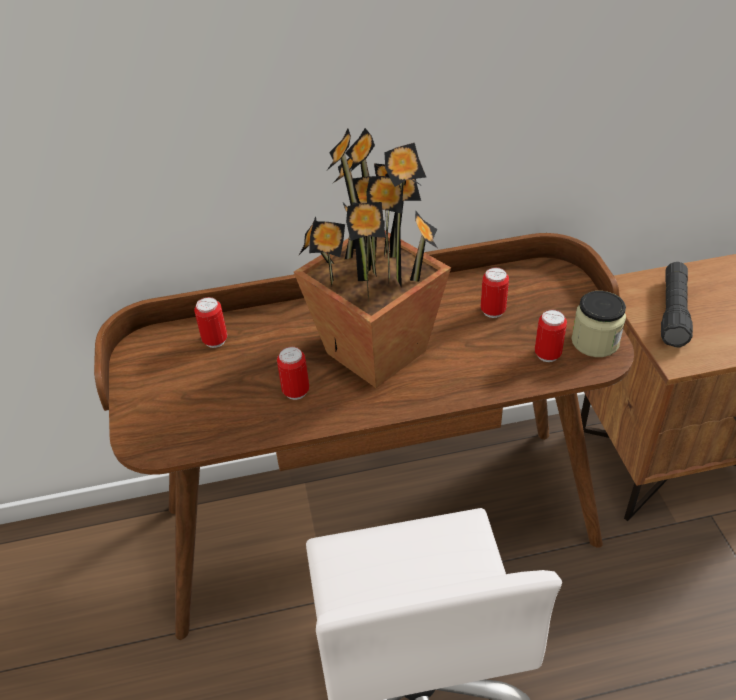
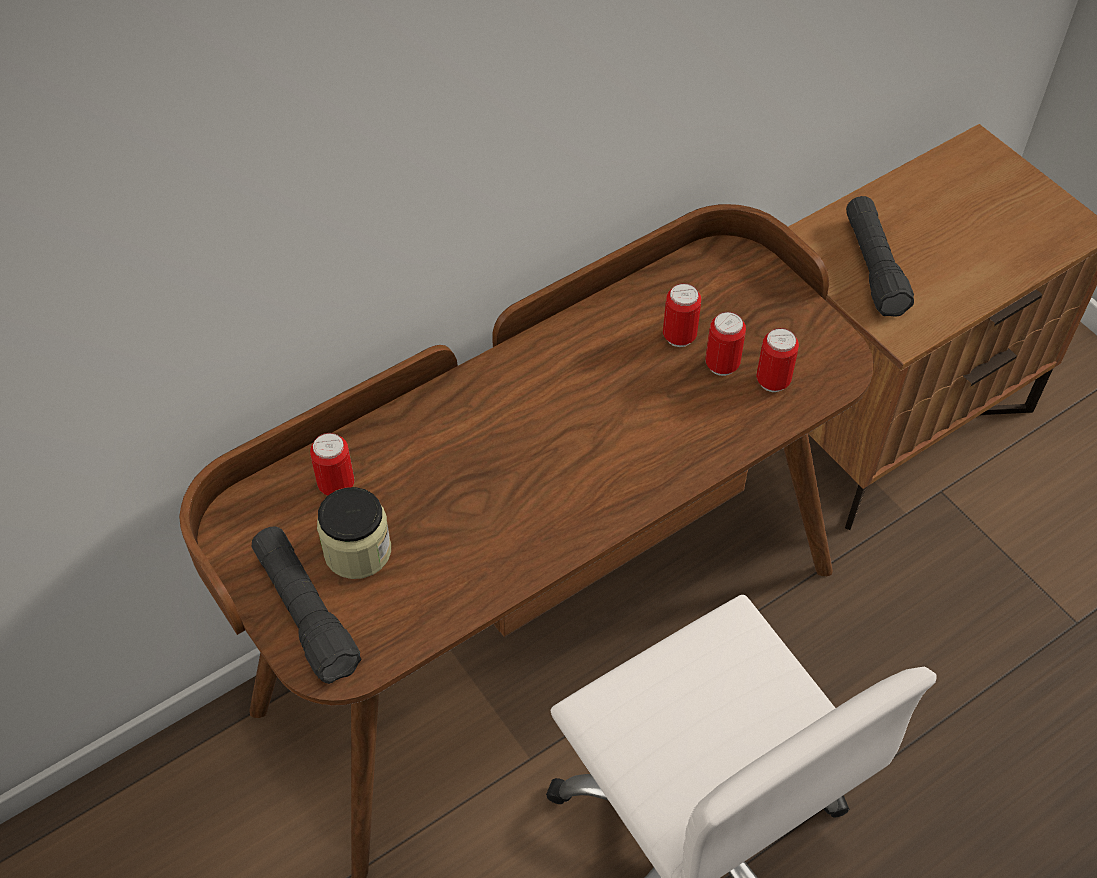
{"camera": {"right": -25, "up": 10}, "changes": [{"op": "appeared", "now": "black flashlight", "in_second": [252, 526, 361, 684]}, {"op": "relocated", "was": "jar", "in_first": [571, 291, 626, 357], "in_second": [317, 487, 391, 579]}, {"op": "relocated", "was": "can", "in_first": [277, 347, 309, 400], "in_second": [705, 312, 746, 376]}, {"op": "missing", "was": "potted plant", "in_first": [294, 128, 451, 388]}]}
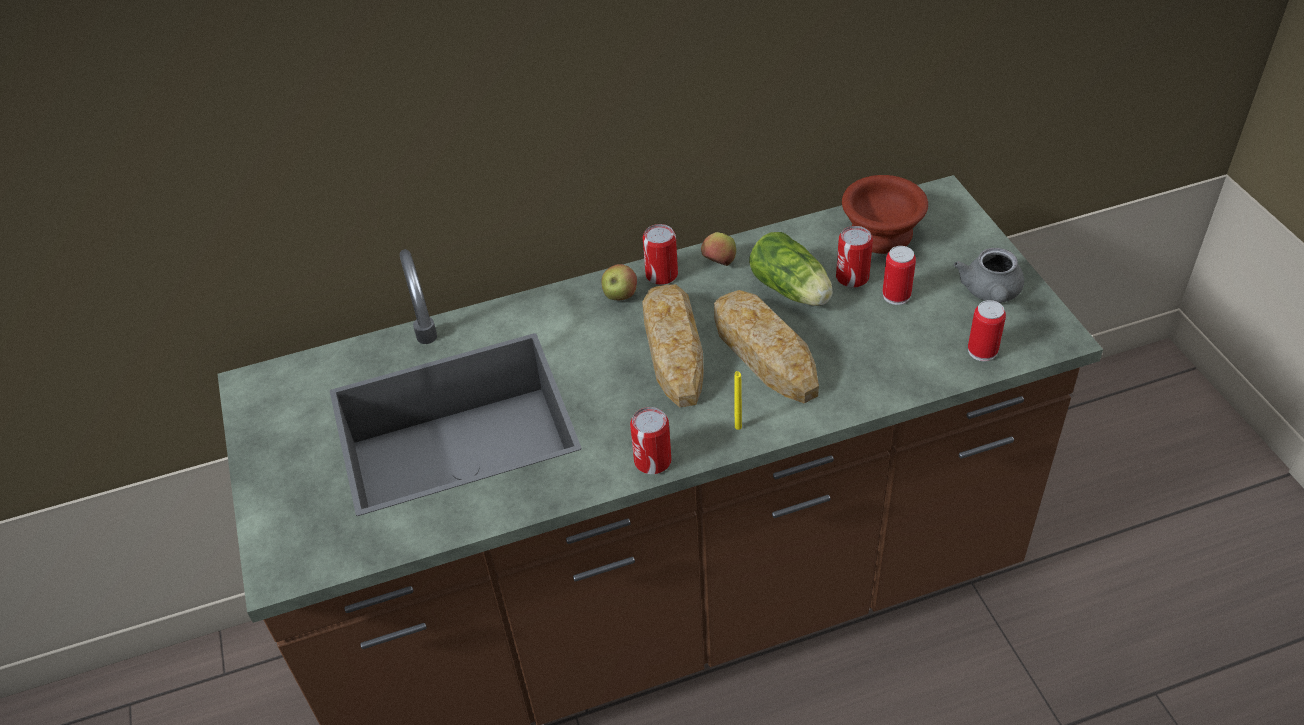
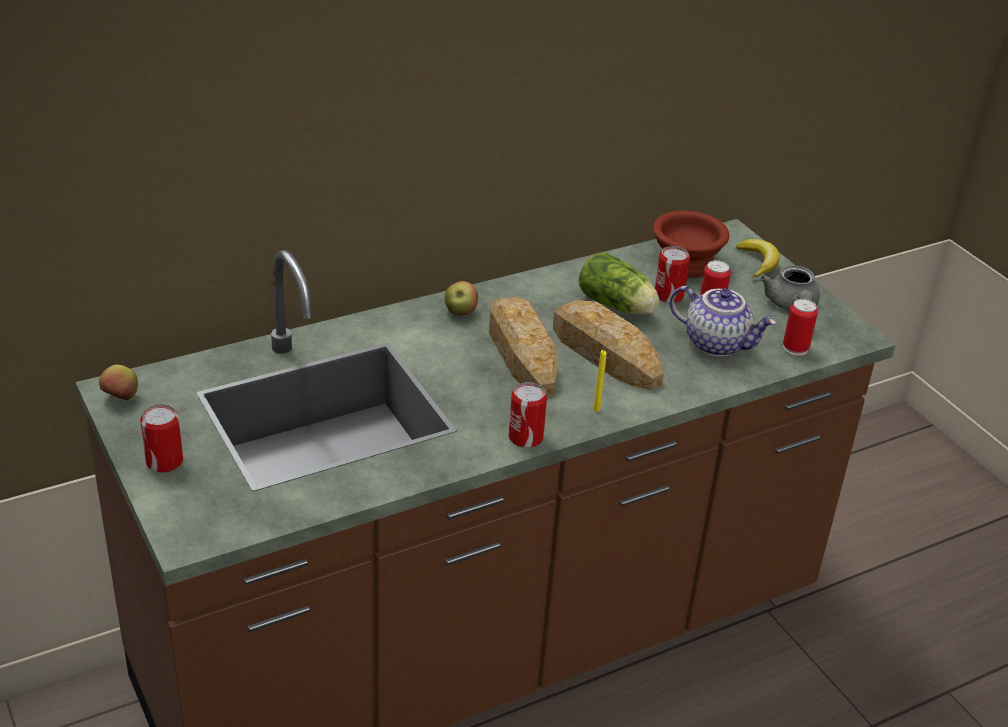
{"camera": {"right": -15, "up": -10}, "changes": [{"op": "relocated", "was": "apple", "in_first": [701, 232, 736, 266], "in_second": [99, 364, 138, 400]}, {"op": "relocated", "was": "can", "in_first": [643, 224, 678, 285], "in_second": [140, 404, 183, 473]}, {"op": "appeared", "now": "teapot", "in_second": [670, 286, 776, 357]}, {"op": "appeared", "now": "banana", "in_second": [736, 239, 779, 278]}]}
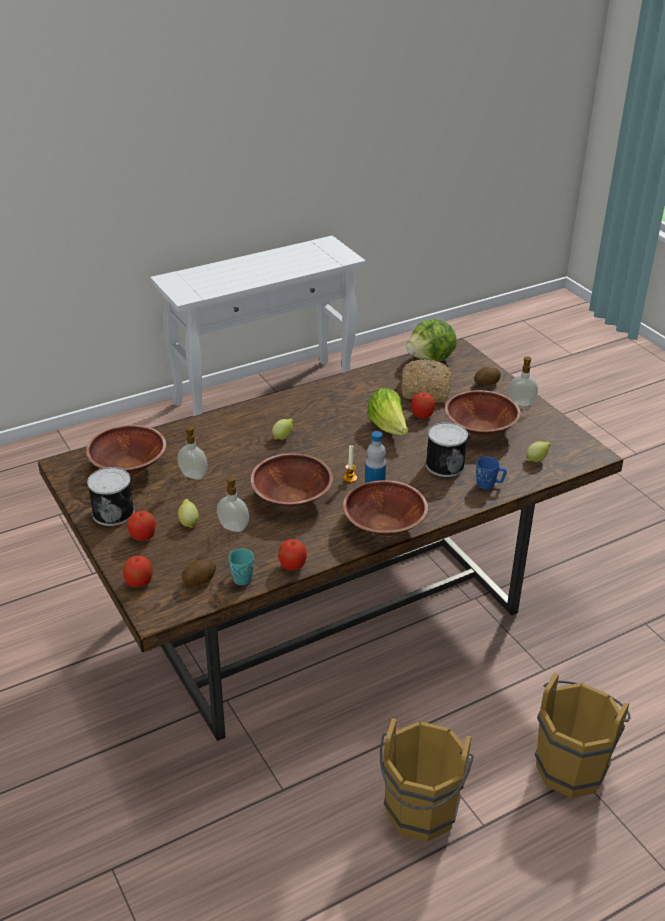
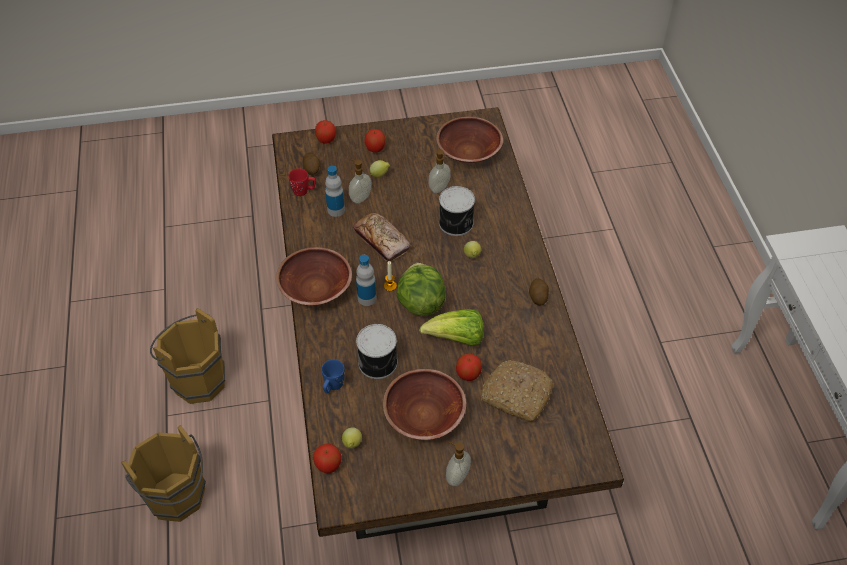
{"camera": {"right": 110, "up": 15}, "changes": [{"op": "colour", "was": "turquoise mug", "now": "red mug", "in_first": [228, 548, 254, 585], "in_second": [289, 168, 316, 196]}, {"op": "relocated", "was": "apple", "in_first": [278, 539, 307, 571], "in_second": [313, 444, 342, 473]}, {"op": "appeared", "now": "bottle", "in_second": [325, 166, 345, 217]}, {"op": "exchanged", "was": "brown bowl", "now": "bread", "in_first": [251, 453, 333, 507], "in_second": [353, 213, 411, 261]}, {"op": "relocated", "was": "lettuce", "in_first": [406, 319, 457, 362], "in_second": [396, 263, 446, 316]}, {"op": "relocated", "was": "can", "in_first": [87, 467, 134, 526], "in_second": [439, 186, 475, 236]}, {"op": "relocated", "was": "potato", "in_first": [474, 367, 501, 385], "in_second": [529, 278, 549, 306]}]}
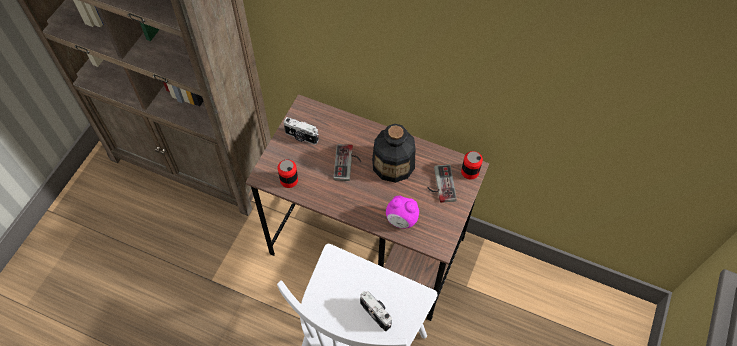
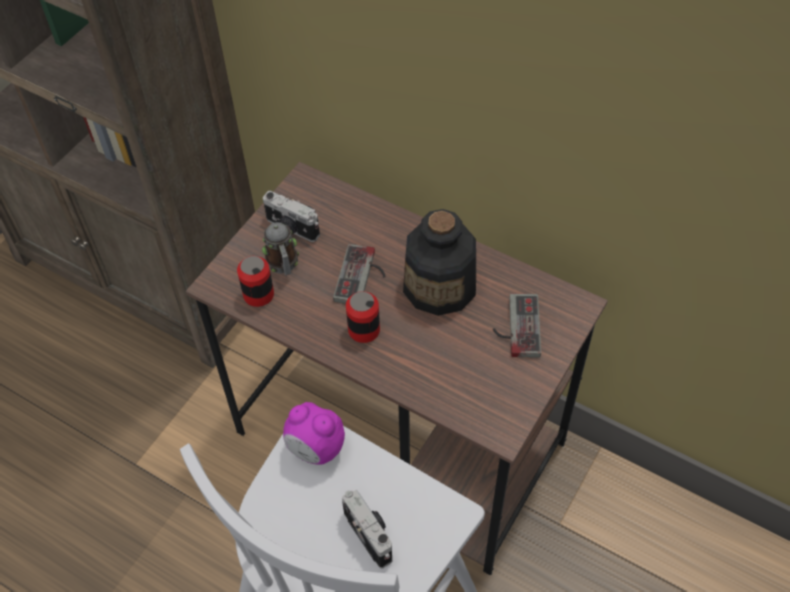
{"camera": {"right": 10, "up": -5}, "changes": [{"op": "appeared", "now": "mug", "in_second": [262, 222, 299, 275]}, {"op": "relocated", "was": "alarm clock", "in_first": [386, 196, 419, 228], "in_second": [283, 402, 345, 464]}, {"op": "relocated", "was": "can", "in_first": [461, 151, 483, 179], "in_second": [346, 291, 380, 343]}]}
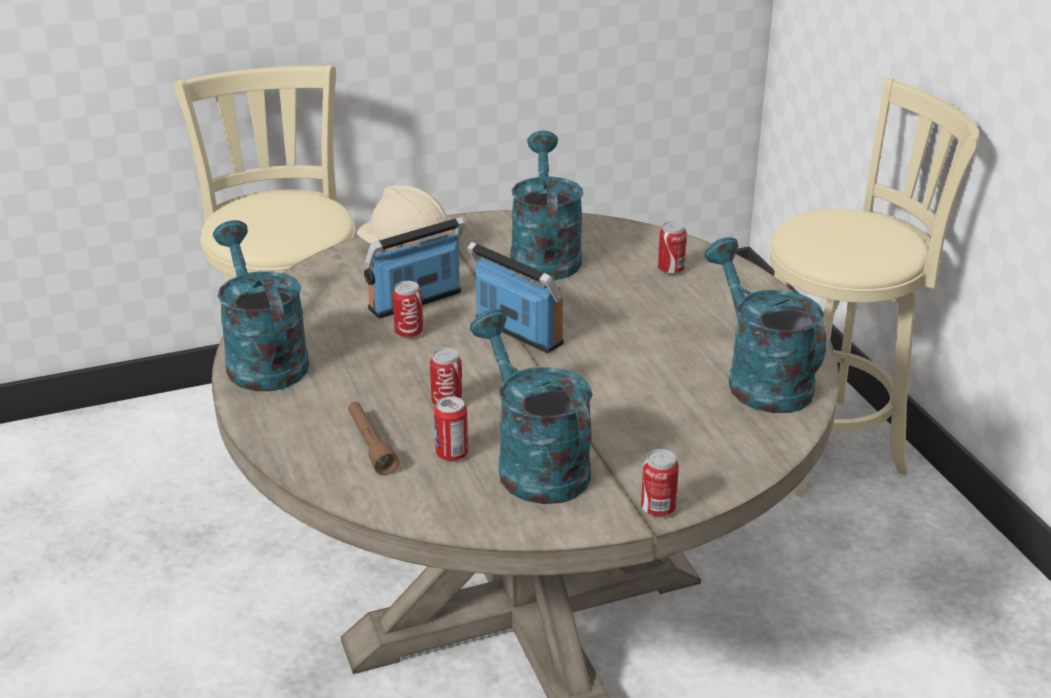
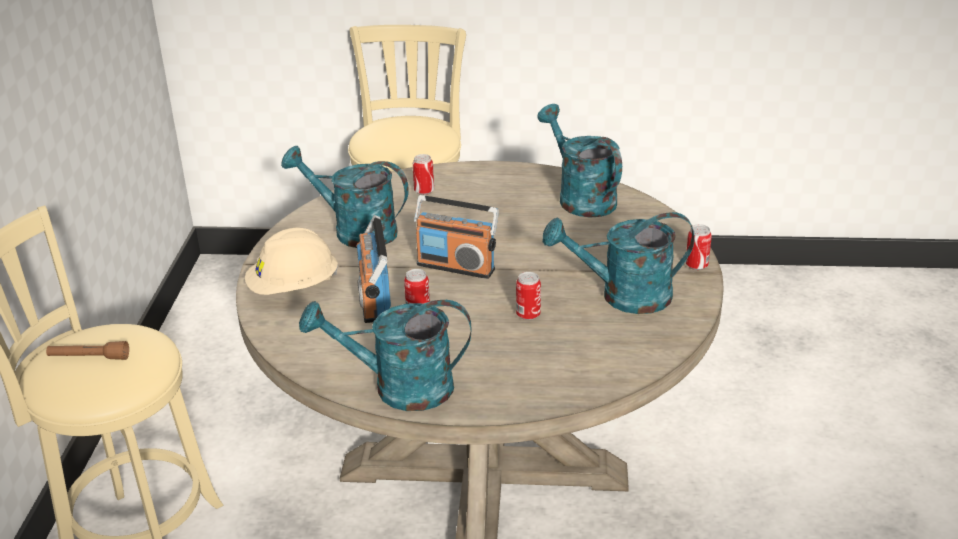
{"camera": {"right": -65, "up": 0}, "changes": [{"op": "relocated", "was": "brown flashlight", "in_first": [348, 402, 399, 475], "in_second": [46, 341, 129, 360]}, {"op": "spun", "was": "radio", "in_first": [467, 242, 564, 353], "in_second": [414, 195, 499, 279], "clockwise": -135}, {"op": "spun", "was": "turquoise watering can", "in_first": [705, 237, 826, 413], "in_second": [537, 104, 622, 218], "clockwise": 60}, {"op": "missing", "was": "can", "in_first": [434, 396, 468, 461]}]}
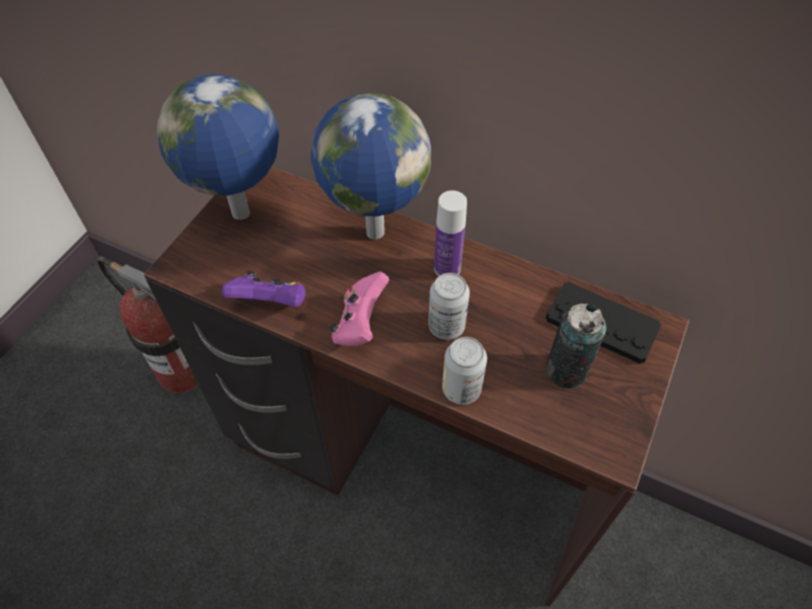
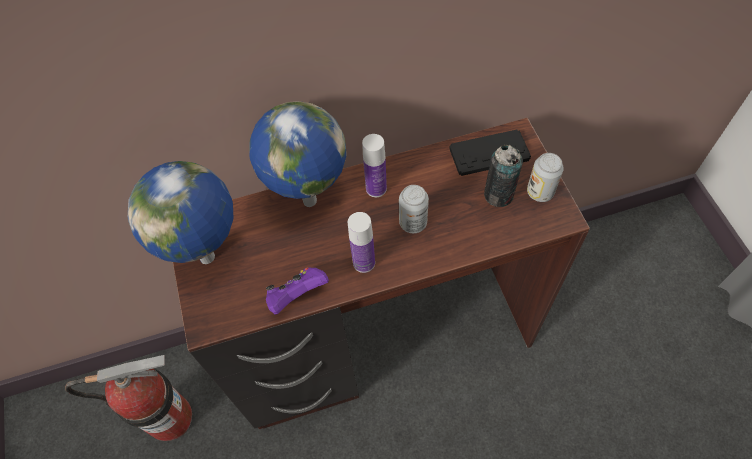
{"camera": {"right": -40, "up": 5}, "changes": [{"op": "exchanged", "was": "pink game controller", "now": "bottle", "in_first": [330, 272, 389, 346], "in_second": [348, 212, 375, 273]}, {"op": "relocated", "was": "can", "in_first": [442, 337, 487, 405], "in_second": [527, 153, 564, 202]}]}
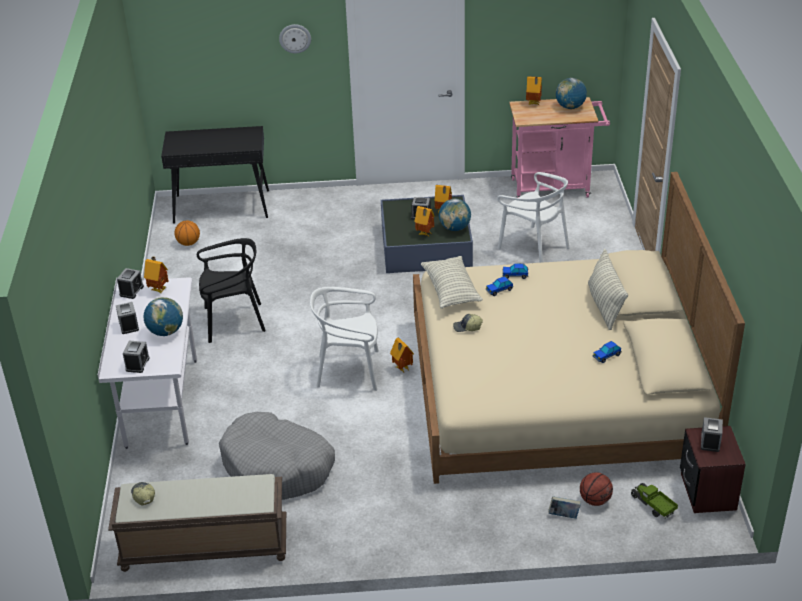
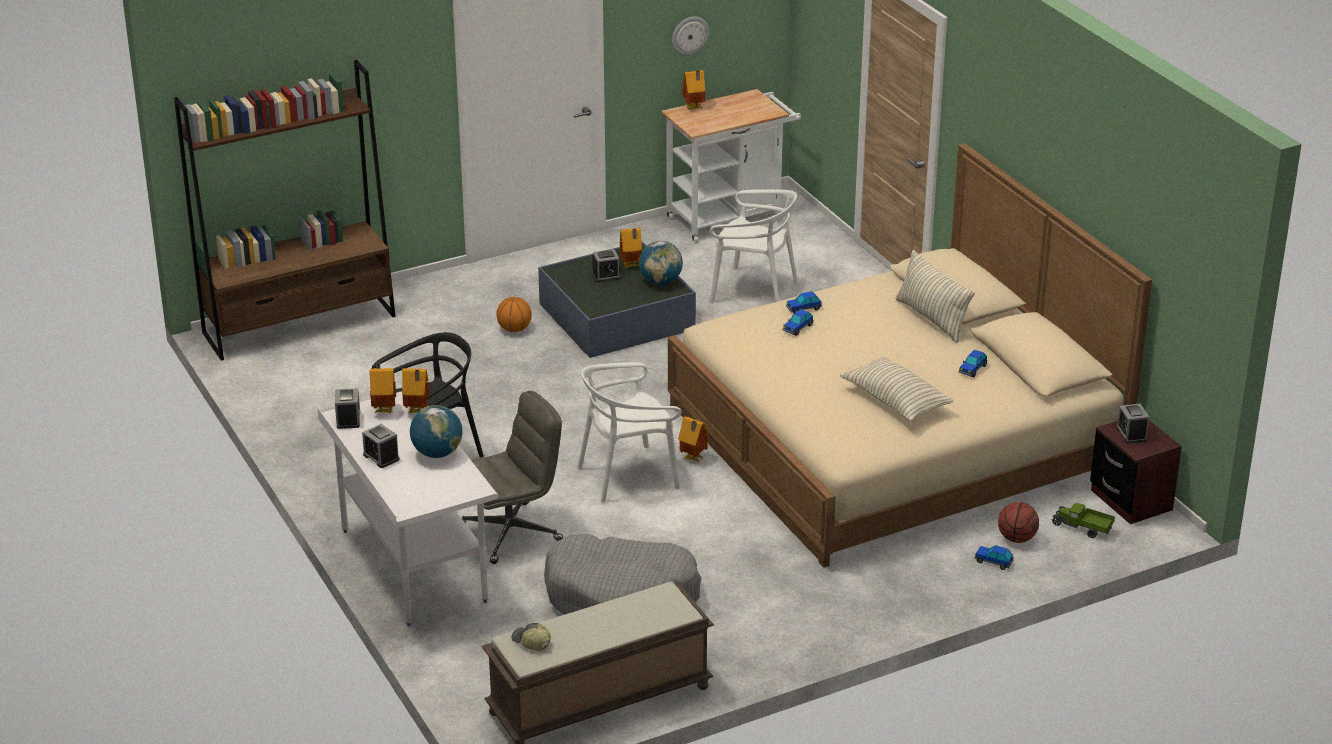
{"camera": {"right": -25, "up": -5}, "changes": [{"op": "exchanged", "was": "black console table", "now": "brown bookcase", "in_first": [161, 126, 269, 224], "in_second": [174, 60, 396, 361]}, {"op": "relocated", "was": "toy house", "in_first": [415, 206, 435, 236], "in_second": [402, 368, 430, 414]}, {"op": "appeared", "now": "grey office chair", "in_second": [462, 391, 563, 564]}, {"op": "relocated", "was": "basketball", "in_first": [174, 220, 200, 246], "in_second": [496, 297, 532, 332]}, {"op": "colour", "was": "pink cart", "now": "white cart", "in_first": [509, 97, 610, 198], "in_second": [661, 89, 801, 243]}, {"op": "relocated", "was": "wall clock", "in_first": [279, 24, 311, 54], "in_second": [672, 16, 709, 56]}, {"op": "relocated", "was": "pillow", "in_first": [421, 256, 483, 309], "in_second": [840, 356, 954, 422]}, {"op": "exchanged", "was": "book", "now": "toy car", "in_first": [548, 496, 581, 519], "in_second": [974, 545, 1014, 570]}, {"op": "missing", "was": "alarm clock", "in_first": [123, 341, 150, 373]}, {"op": "missing", "was": "cap", "in_first": [453, 314, 483, 332]}, {"op": "missing", "was": "globe", "in_first": [556, 78, 587, 109]}]}
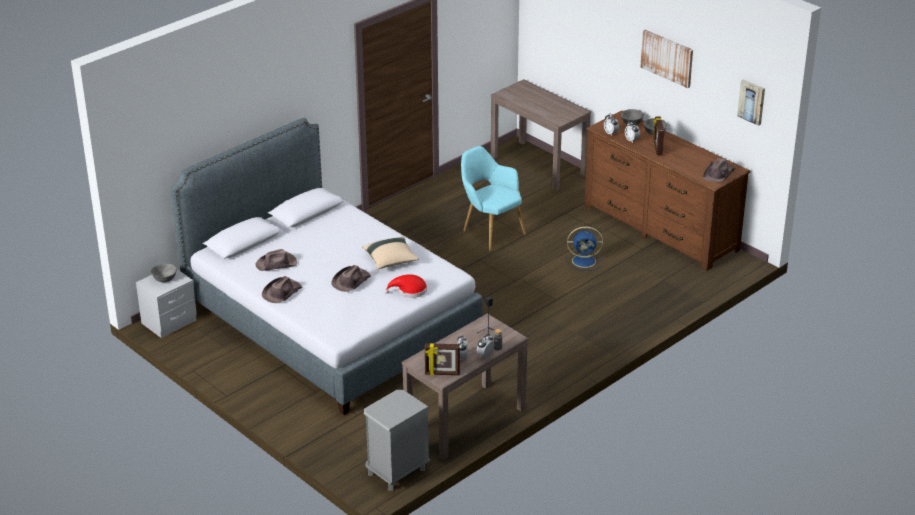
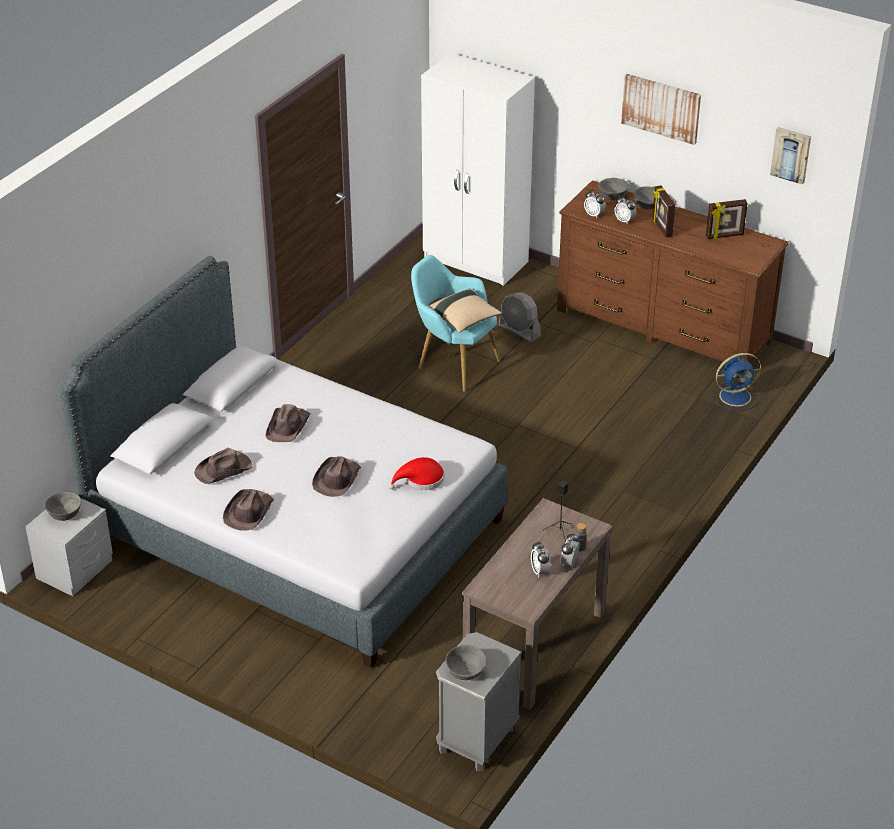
{"camera": {"right": -15, "up": 5}, "changes": [{"op": "relocated", "was": "brown hat", "in_first": [703, 158, 736, 182], "in_second": [265, 404, 310, 442]}, {"op": "exchanged", "was": "brown console table", "now": "white wardrobe", "in_first": [491, 79, 591, 191], "in_second": [421, 53, 535, 286]}, {"op": "relocated", "was": "beige pillow", "in_first": [362, 237, 419, 269], "in_second": [428, 288, 502, 333]}, {"op": "appeared", "now": "grey bowl", "in_second": [446, 645, 487, 680]}, {"op": "appeared", "now": "grey fan", "in_second": [498, 292, 541, 342]}, {"op": "relocated", "was": "picture frame", "in_first": [425, 343, 460, 375], "in_second": [706, 199, 748, 239]}, {"op": "relocated", "was": "blue fan", "in_first": [565, 226, 603, 271], "in_second": [709, 353, 761, 411]}]}
